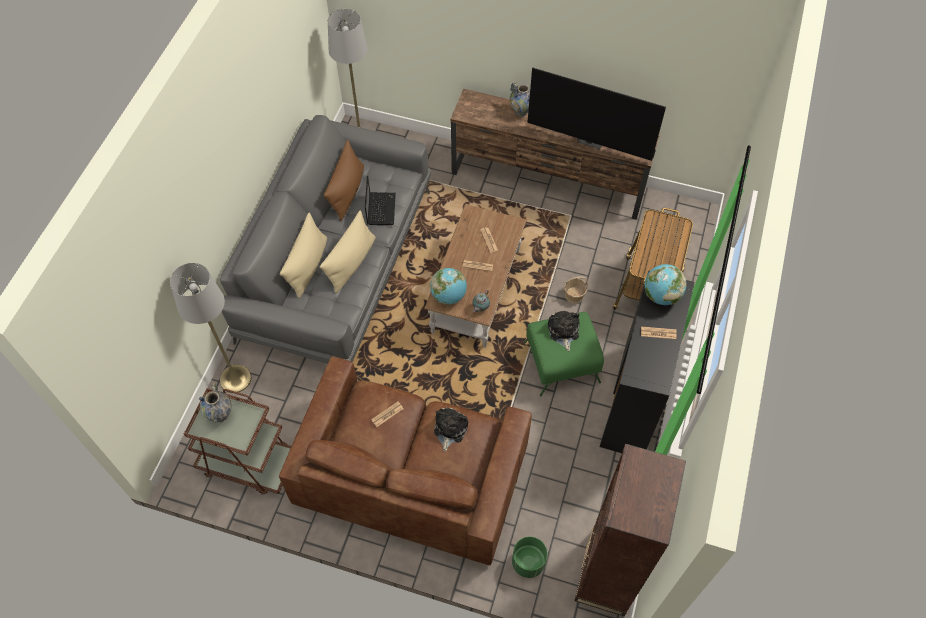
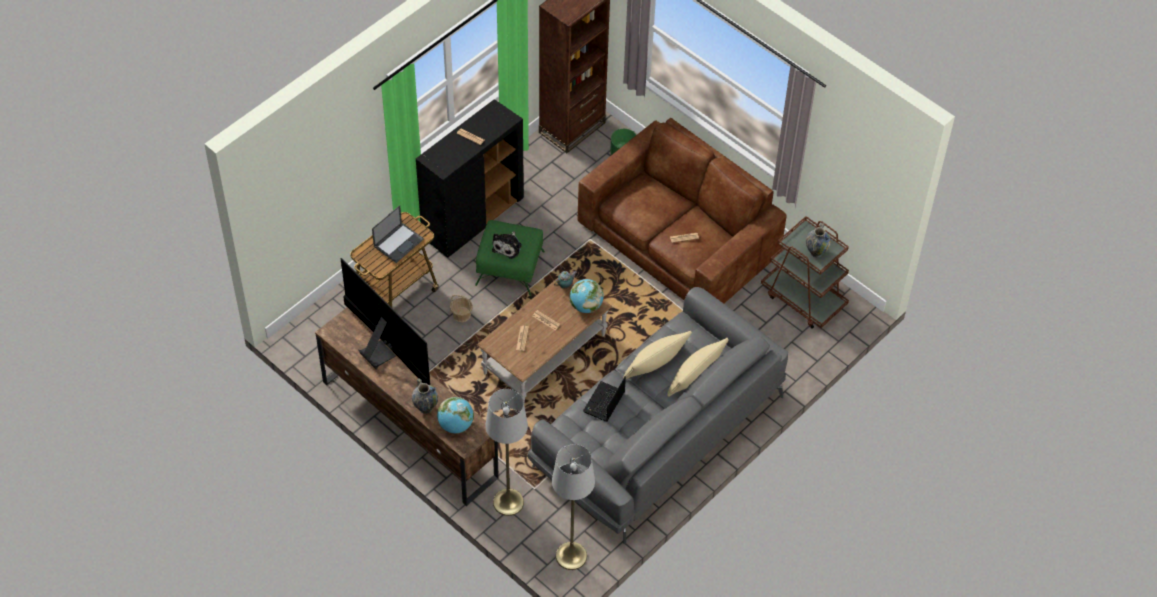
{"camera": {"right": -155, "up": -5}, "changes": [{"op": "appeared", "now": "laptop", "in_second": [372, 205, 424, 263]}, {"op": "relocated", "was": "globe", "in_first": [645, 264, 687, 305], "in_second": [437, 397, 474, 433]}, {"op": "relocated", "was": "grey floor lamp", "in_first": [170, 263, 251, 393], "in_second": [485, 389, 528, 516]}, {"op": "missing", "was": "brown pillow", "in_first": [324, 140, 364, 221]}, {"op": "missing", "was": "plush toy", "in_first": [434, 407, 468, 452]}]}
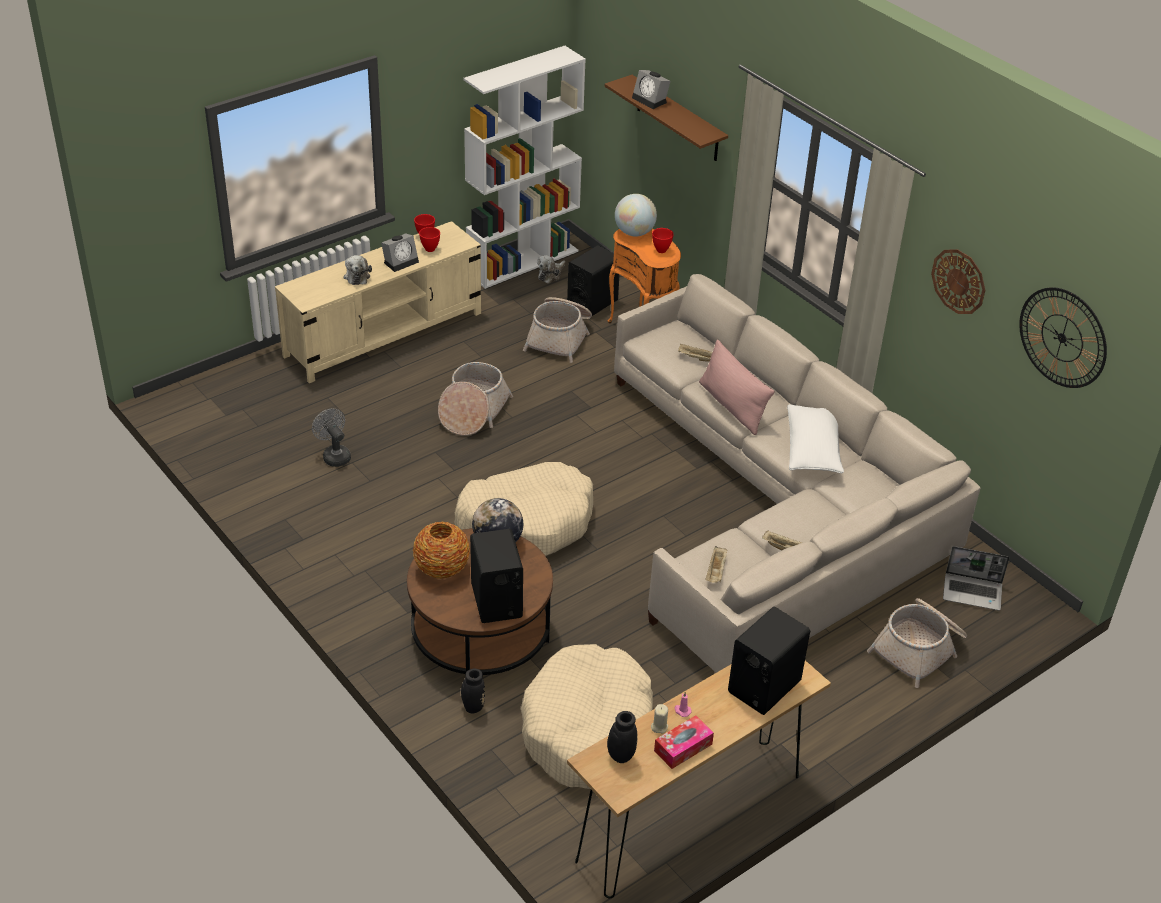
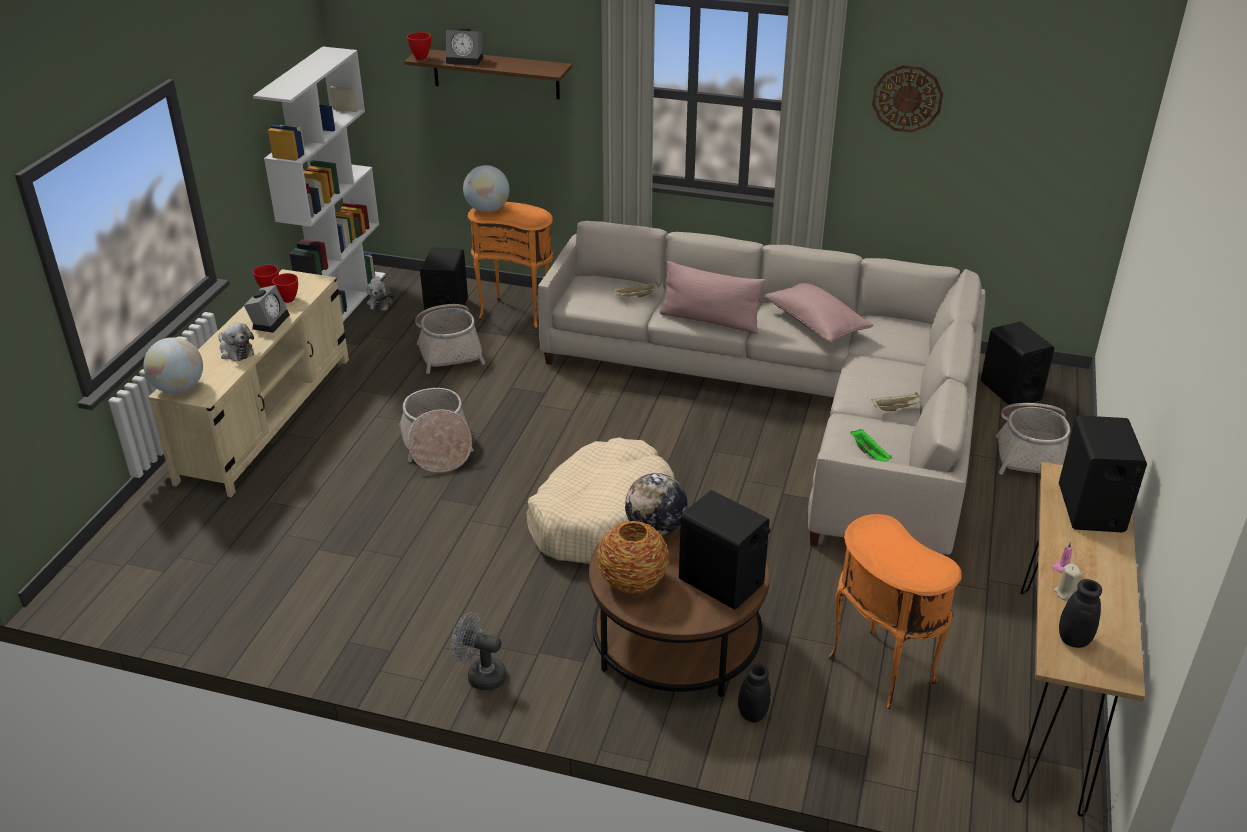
{"camera": {"right": -35, "up": -5}, "changes": [{"op": "appeared", "now": "globe", "in_second": [143, 337, 203, 394]}, {"op": "relocated", "was": "red bowl", "in_first": [652, 228, 674, 253], "in_second": [407, 32, 431, 60]}, {"op": "relocated", "was": "grey fan", "in_first": [312, 409, 351, 467], "in_second": [451, 612, 507, 690]}, {"op": "colour", "was": "white pillow", "now": "pink pillow", "in_first": [787, 404, 844, 473], "in_second": [764, 283, 873, 343]}, {"op": "exchanged", "was": "beige dog bed", "now": "orange side table", "in_first": [521, 644, 653, 789], "in_second": [828, 514, 962, 709]}, {"op": "colour", "was": "beige tray", "now": "green tray", "in_first": [705, 546, 727, 583], "in_second": [850, 429, 892, 462]}, {"op": "exchanged", "was": "laptop", "now": "black speaker", "in_first": [943, 546, 1010, 611], "in_second": [981, 322, 1054, 405]}, {"op": "missing", "was": "tissue box", "in_first": [654, 715, 714, 769]}, {"op": "missing", "was": "wall clock", "in_first": [1019, 287, 1107, 388]}]}
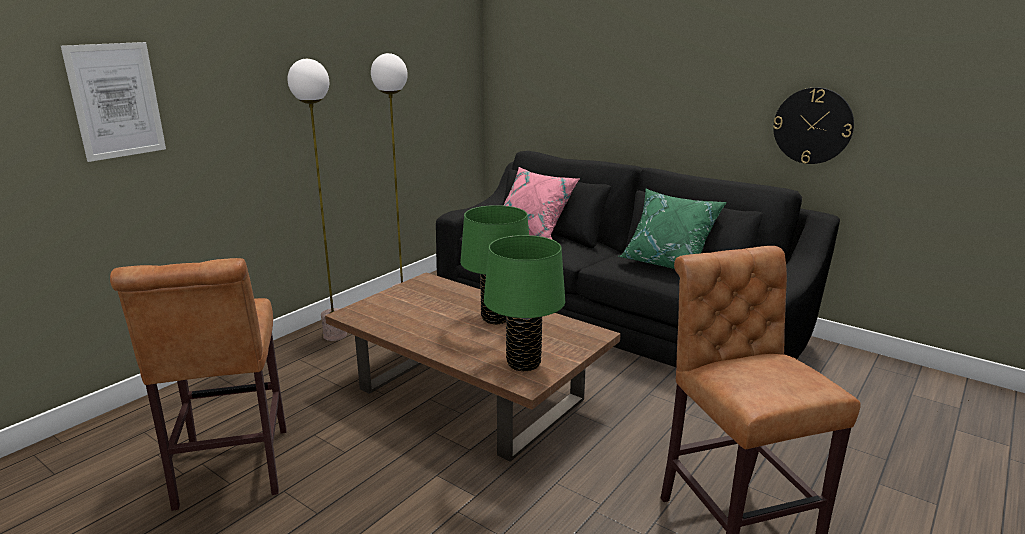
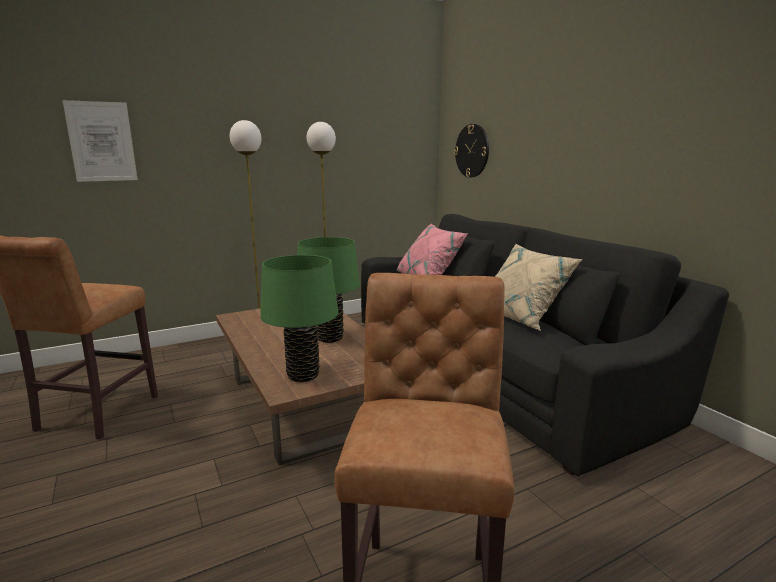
{"camera": {"right": 25, "up": -5}, "changes": [{"op": "relocated", "was": "wall clock", "in_first": [773, 87, 854, 164], "in_second": [454, 124, 489, 178]}, {"op": "colour", "was": "green pillow", "now": "beige pillow", "in_first": [618, 189, 727, 269], "in_second": [495, 244, 583, 331]}]}
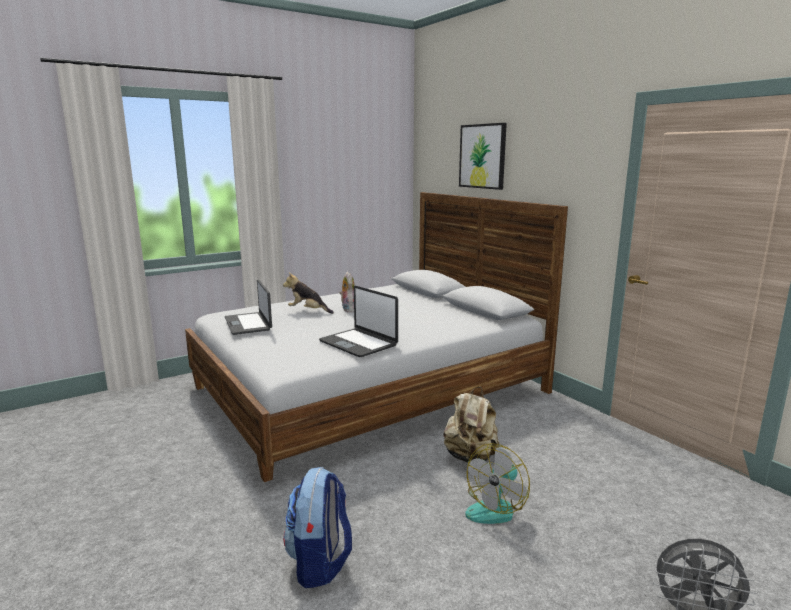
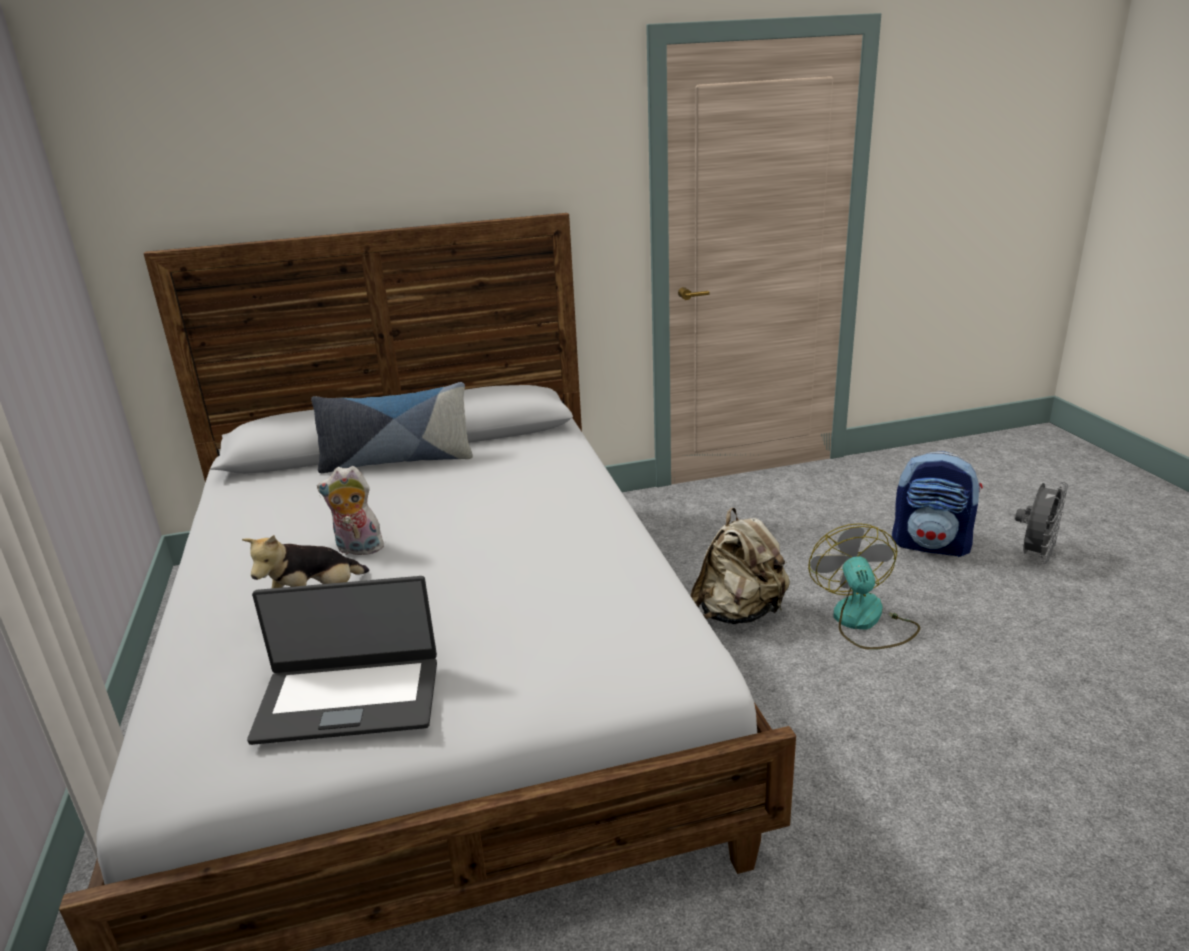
{"camera": {"right": -70, "up": 10}, "changes": [{"op": "appeared", "now": "pillow", "in_second": [311, 382, 473, 473]}, {"op": "spun", "was": "fan", "in_first": [465, 443, 530, 524], "in_second": [808, 523, 920, 650], "clockwise": -150}, {"op": "relocated", "was": "backpack", "in_first": [283, 467, 352, 588], "in_second": [892, 451, 983, 557]}, {"op": "missing", "was": "laptop", "in_first": [319, 286, 398, 357]}, {"op": "missing", "was": "picture", "in_first": [459, 123, 507, 190]}]}
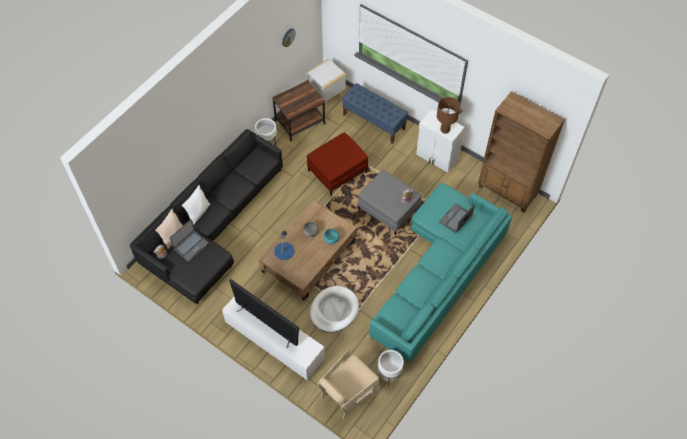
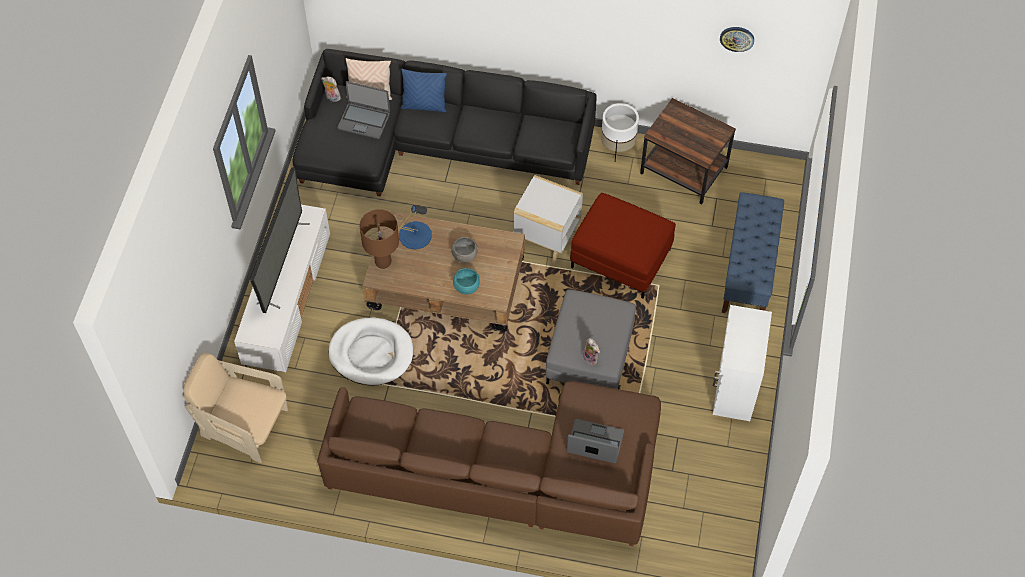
{"camera": {"right": 65, "up": 0}, "changes": [{"op": "colour", "was": "turquoise sofa", "now": "brown sofa", "in_first": [369, 183, 512, 364], "in_second": [317, 381, 661, 546]}, {"op": "relocated", "was": "brown table lamp", "in_first": [437, 97, 460, 134], "in_second": [360, 209, 399, 269]}, {"op": "colour", "was": "white pillow", "now": "blue pillow", "in_first": [182, 185, 211, 225], "in_second": [401, 68, 447, 112]}, {"op": "relocated", "was": "white side table", "in_first": [306, 59, 346, 109], "in_second": [514, 175, 583, 264]}, {"op": "missing", "was": "white planter", "in_first": [378, 350, 404, 386]}, {"op": "missing", "was": "brown bookcase", "in_first": [478, 91, 565, 213]}]}
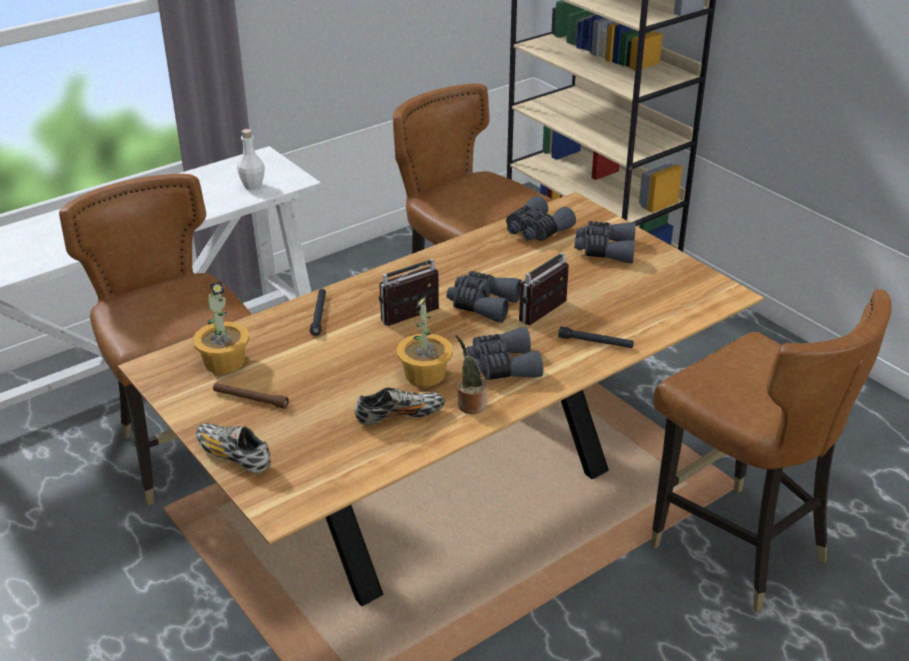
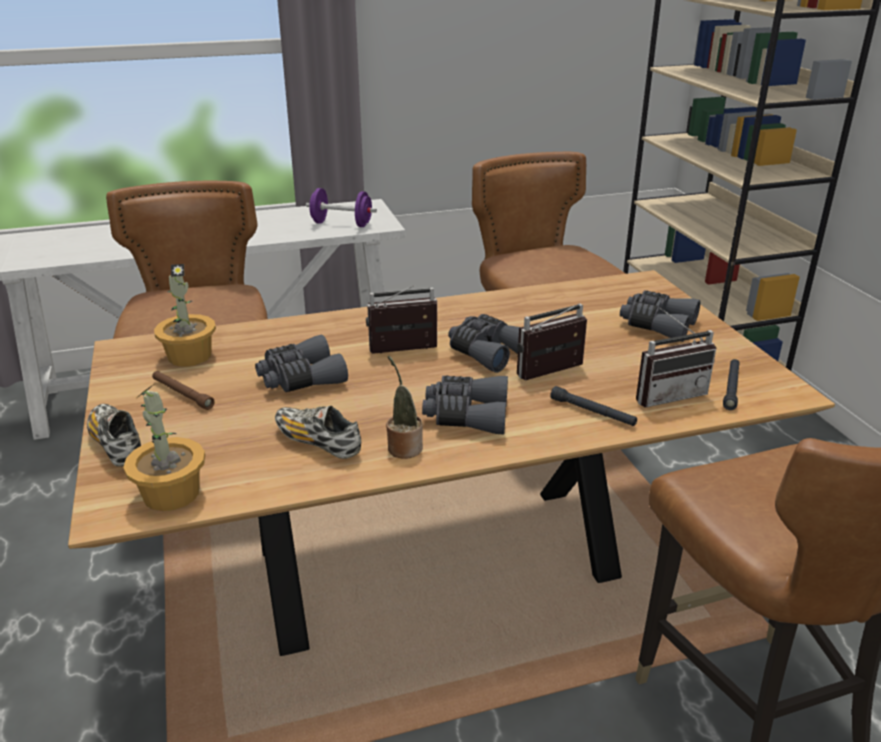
{"camera": {"right": 20, "up": -5}, "changes": [{"op": "relocated", "was": "potted plant", "in_first": [396, 296, 453, 387], "in_second": [123, 385, 205, 511]}, {"op": "relocated", "was": "grey binoculars", "in_first": [506, 196, 576, 241], "in_second": [255, 334, 348, 392]}, {"op": "spun", "was": "shoe", "in_first": [355, 388, 445, 425], "in_second": [275, 406, 361, 459], "clockwise": -150}, {"op": "exchanged", "was": "white bottle", "now": "purple dumbbell", "in_first": [237, 129, 265, 190], "in_second": [306, 188, 377, 227]}, {"op": "appeared", "now": "radio", "in_second": [636, 308, 717, 407]}, {"op": "relocated", "was": "black flashlight", "in_first": [310, 289, 326, 336], "in_second": [723, 359, 740, 410]}]}
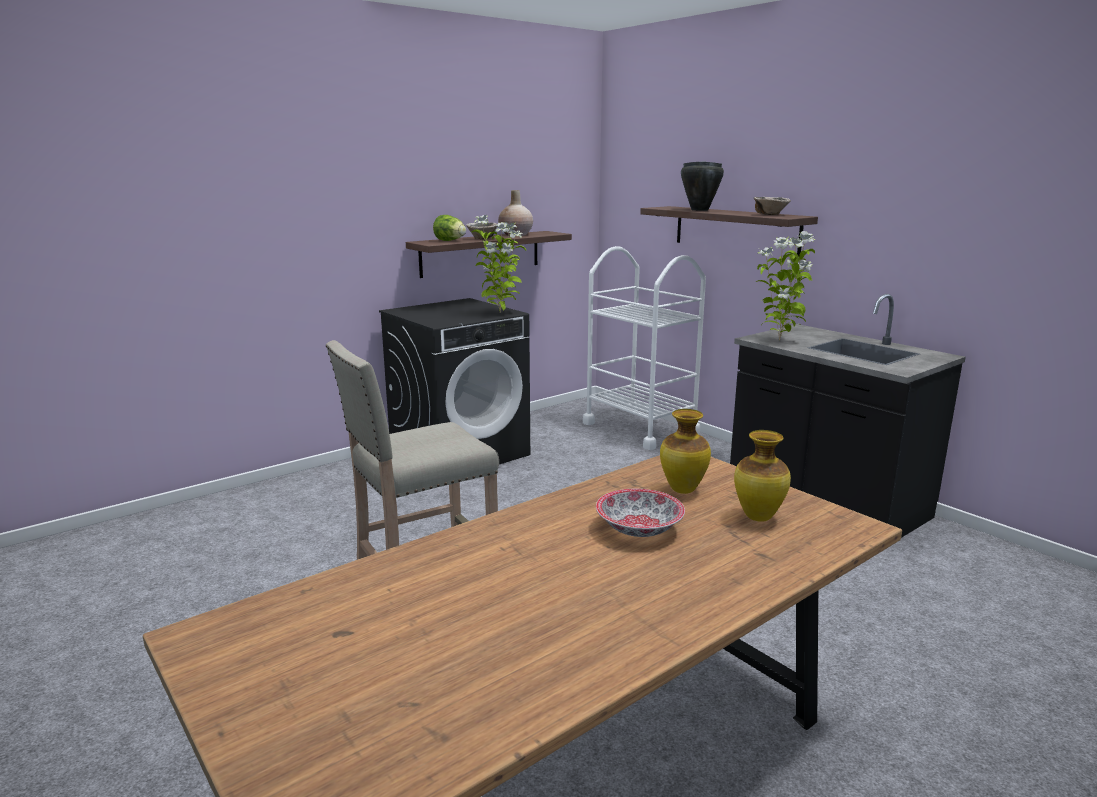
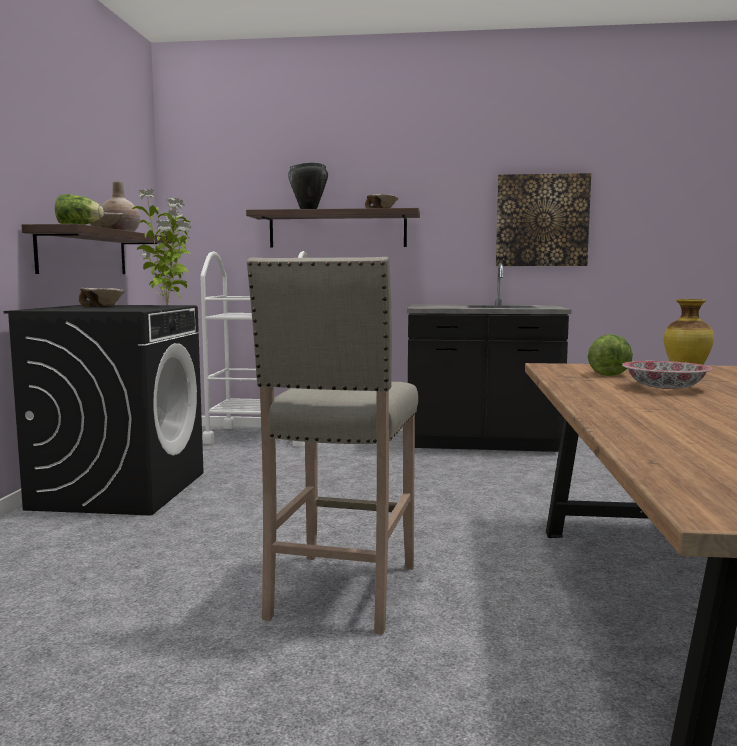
{"camera": {"right": -45, "up": -10}, "changes": [{"op": "appeared", "now": "bowl", "in_second": [79, 288, 125, 307]}, {"op": "appeared", "now": "picture", "in_second": [496, 173, 591, 266]}, {"op": "exchanged", "was": "vase", "now": "lettuce", "in_first": [660, 409, 711, 494], "in_second": [588, 334, 633, 376]}, {"op": "missing", "was": "potted plant", "in_first": [756, 231, 815, 340]}]}
